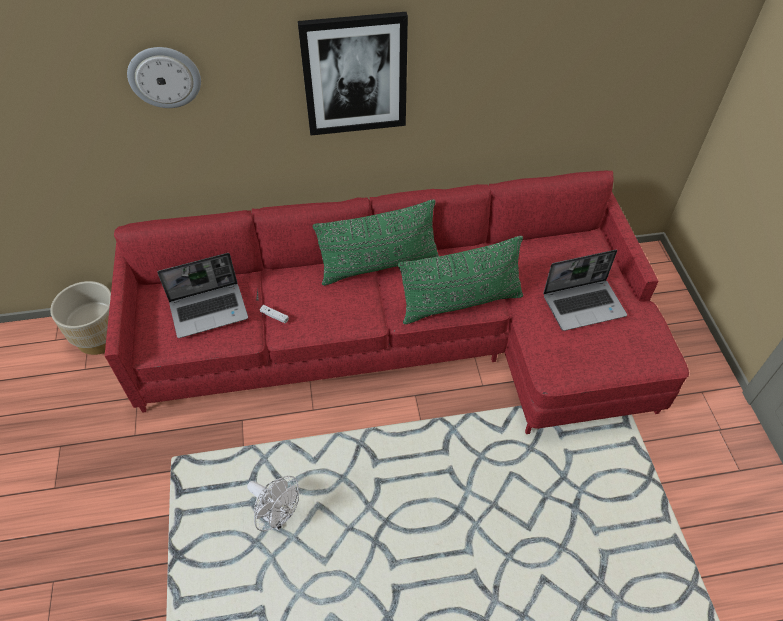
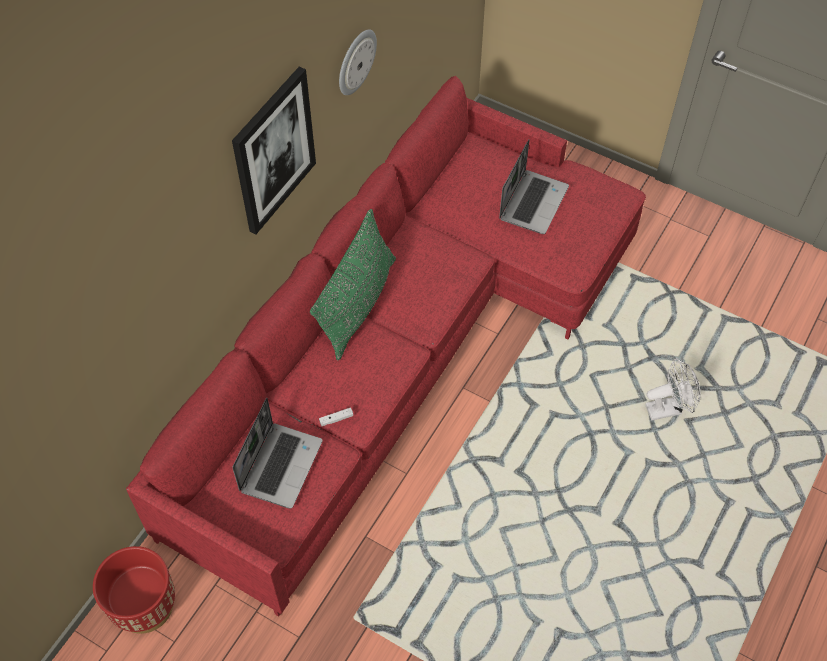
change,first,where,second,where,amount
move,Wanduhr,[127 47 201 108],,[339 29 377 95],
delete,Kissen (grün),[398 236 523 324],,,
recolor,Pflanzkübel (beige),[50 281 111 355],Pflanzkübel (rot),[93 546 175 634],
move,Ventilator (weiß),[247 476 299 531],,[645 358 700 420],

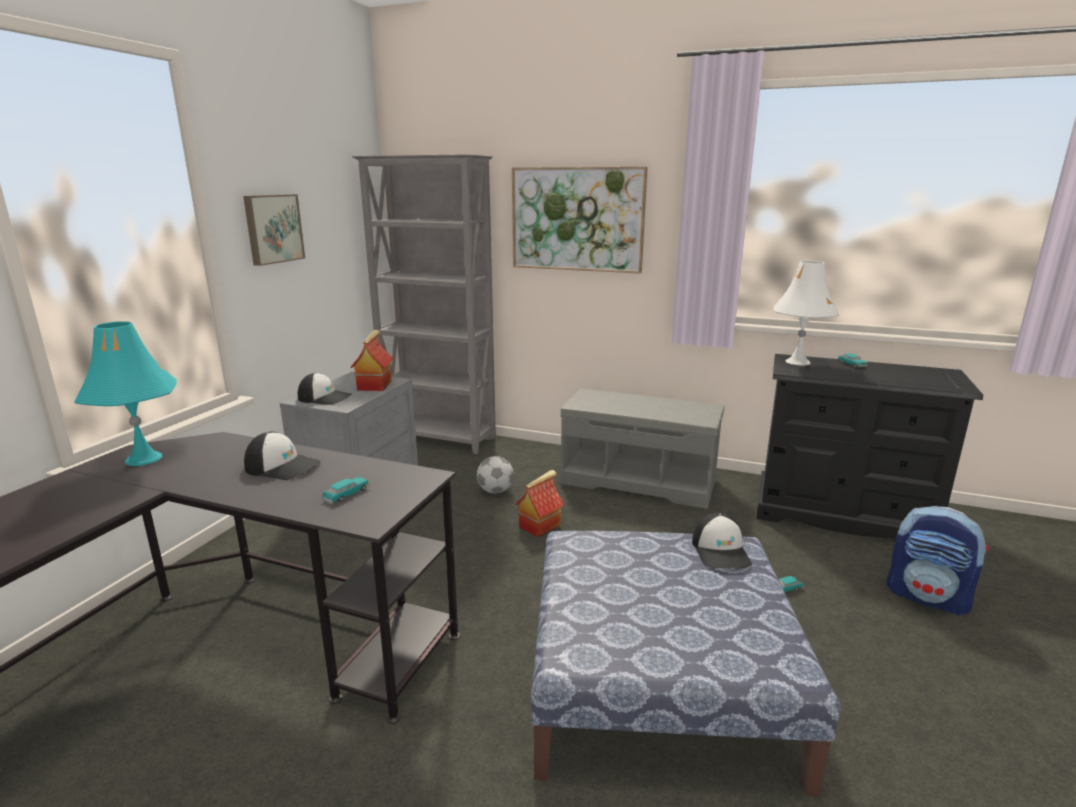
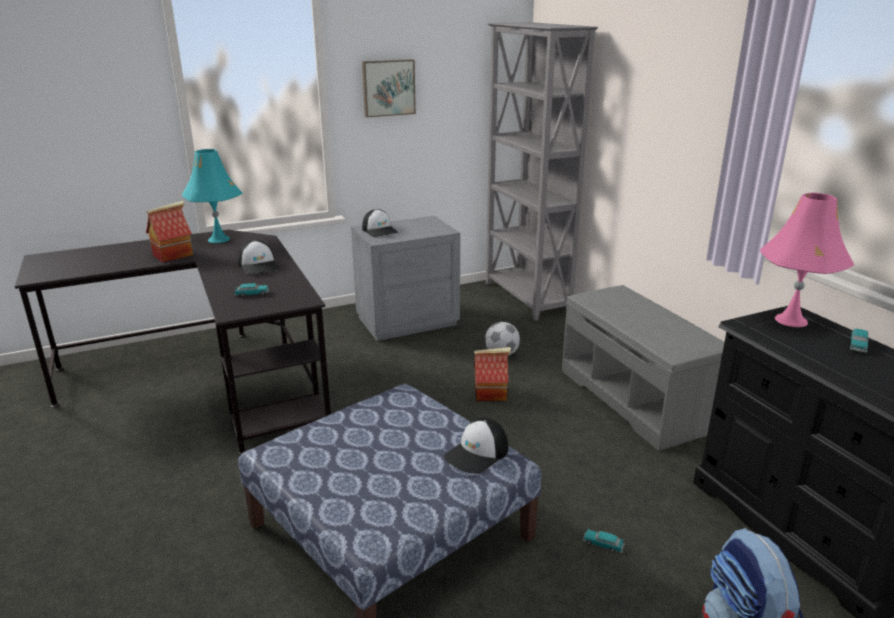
change,first,where,second,where,amount
delete,Bild,[512 167 647 274],,,
recolor,Tischlampe (weiß),[774 261 839 366],Tischlampe (rosa),[760 193 854 327],
move,Spielzeughaus,[350 329 394 391],,[146 201 193 263],

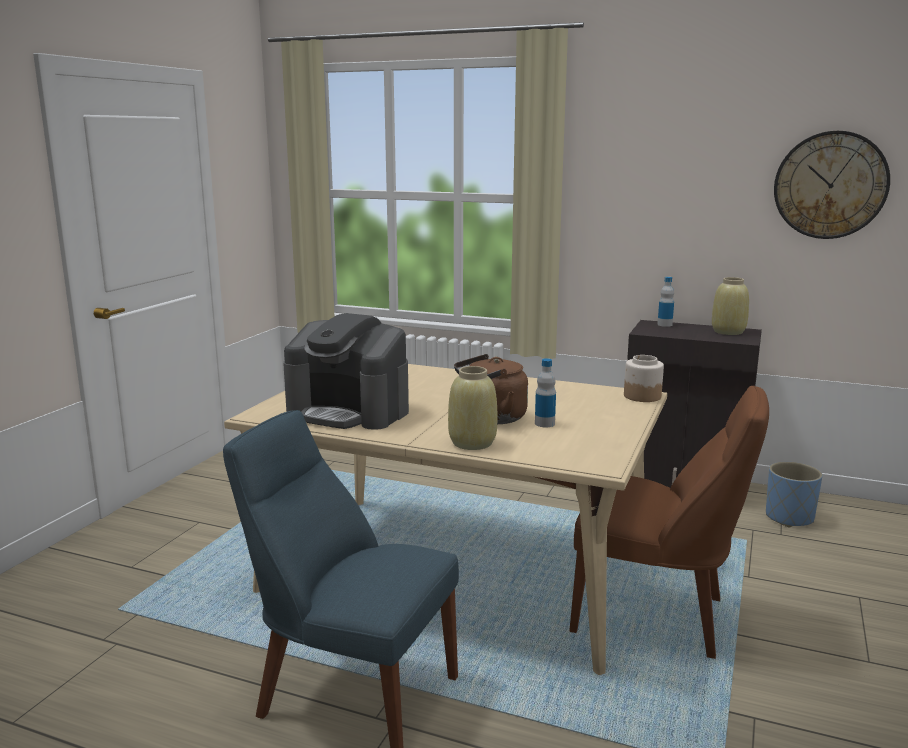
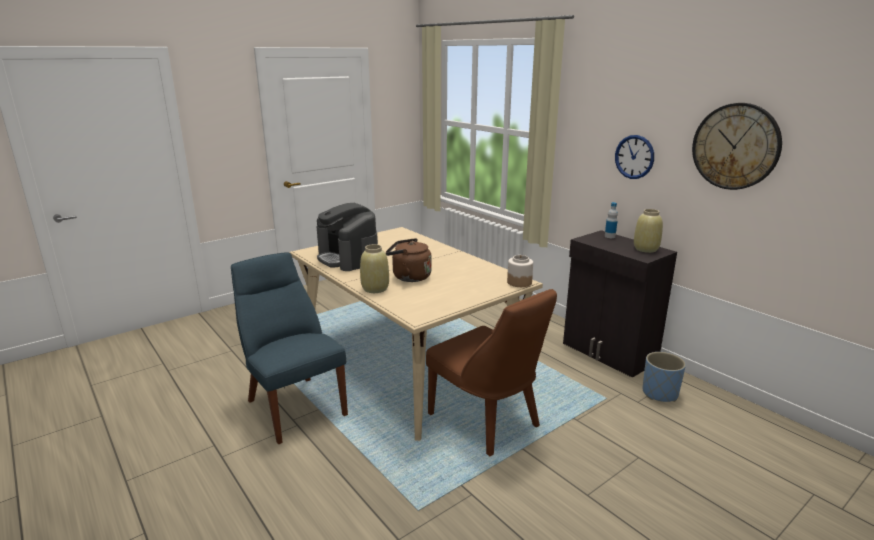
change,first,where,second,where,amount
delete,Flasche,[535 358 556 427],,,
insert,,,Wanduhr,[615 135 654 179],

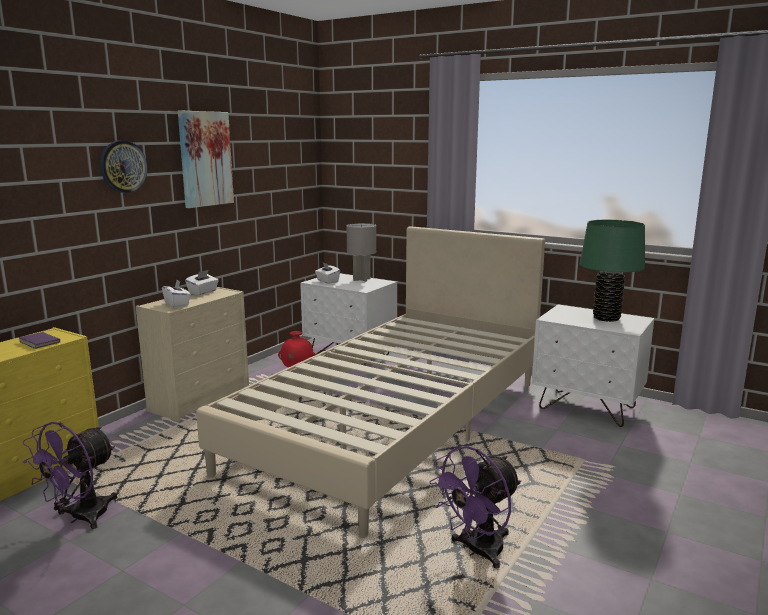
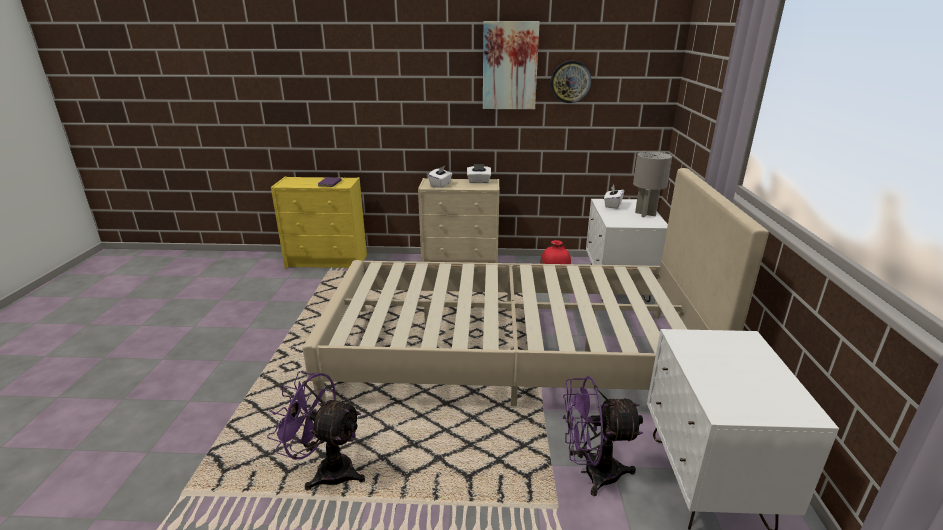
change,first,where,second,where,amount
move,Wanduhr,[100 140 147 193],,[550 61 591 103],
delete,Tischlampe (grün),[580 220 645 322],,,
move,Ventilator (lila),[22 422 117 529],,[563 376 643 496],

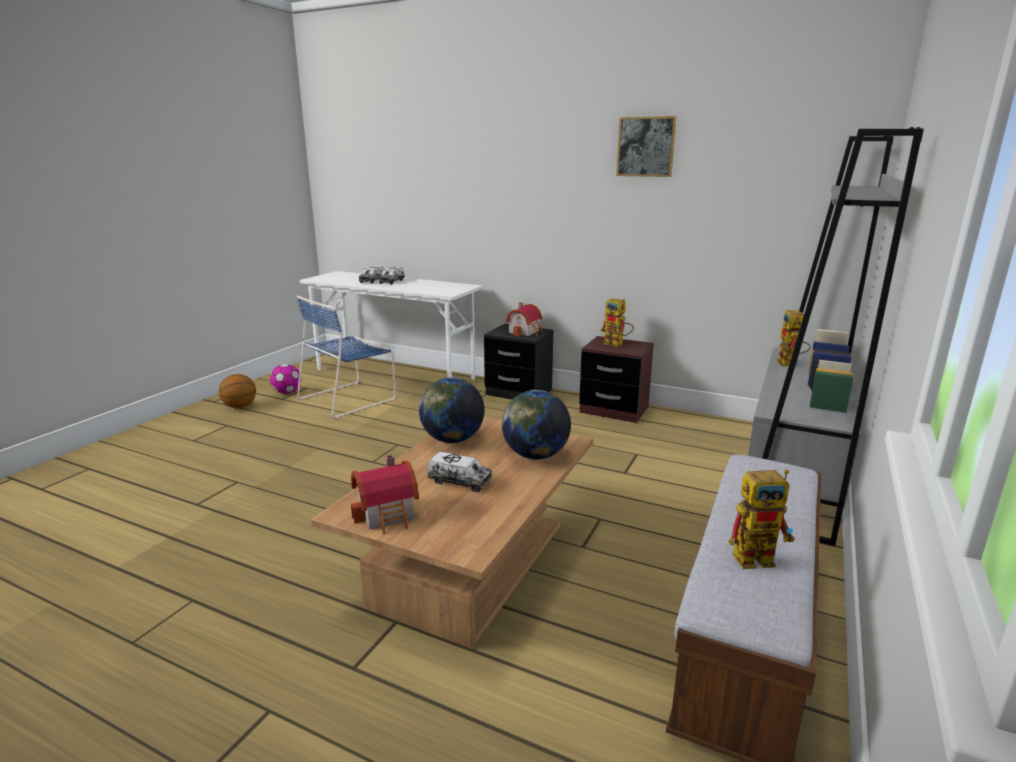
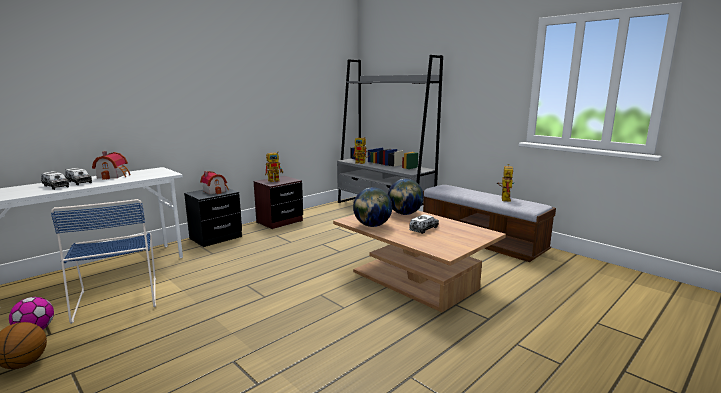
change,first,where,second,where,amount
delete,Bild,[616 116 677 177],,,
move,Spielzeughaus,[351 454 419 534],,[92 151 130 180],

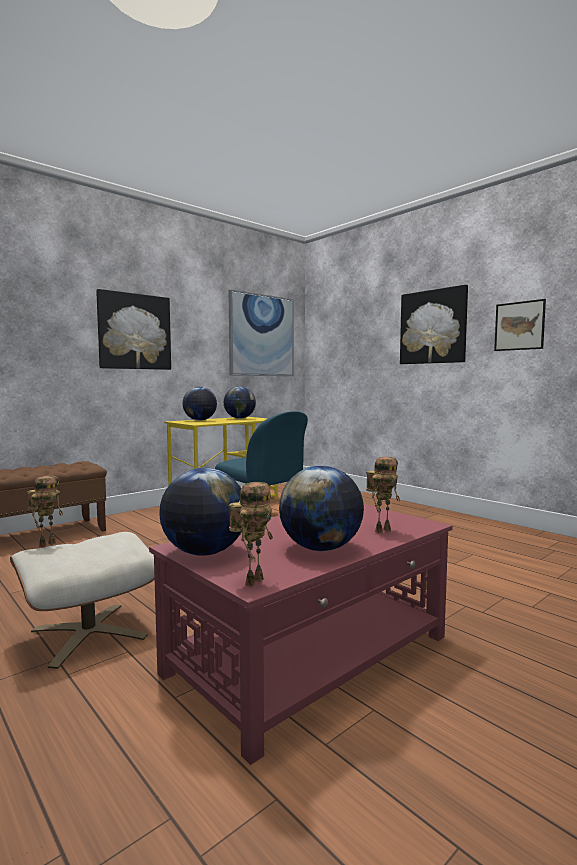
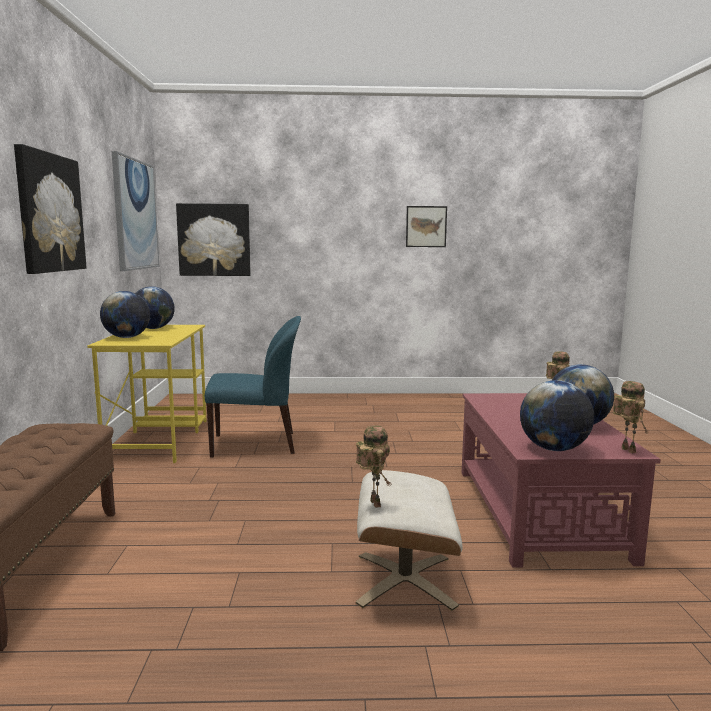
change,first,where,second,where,amount
move,Bild,[400 285 468 364],,[176 203 251 276],

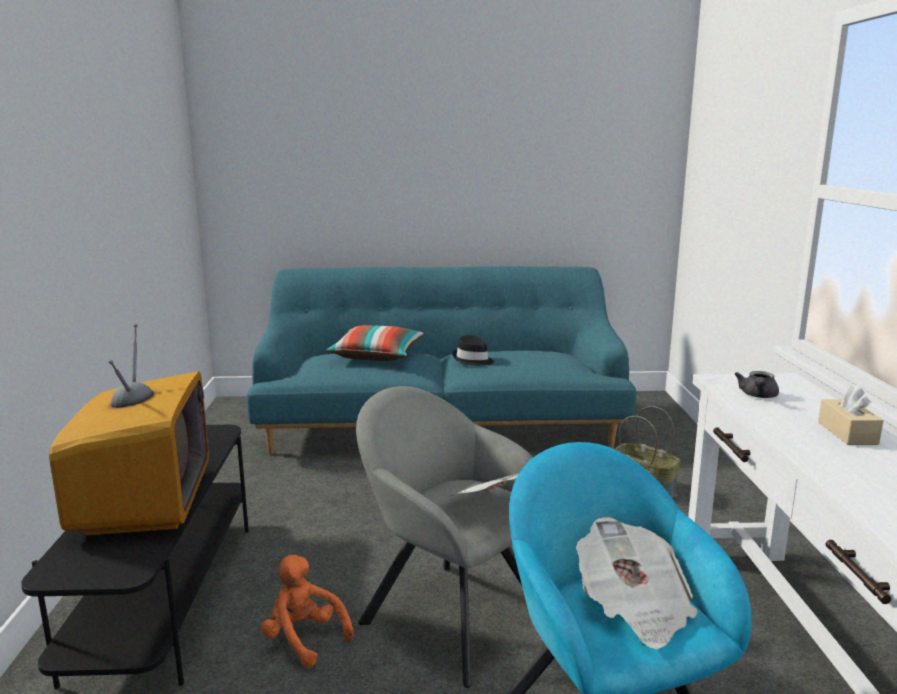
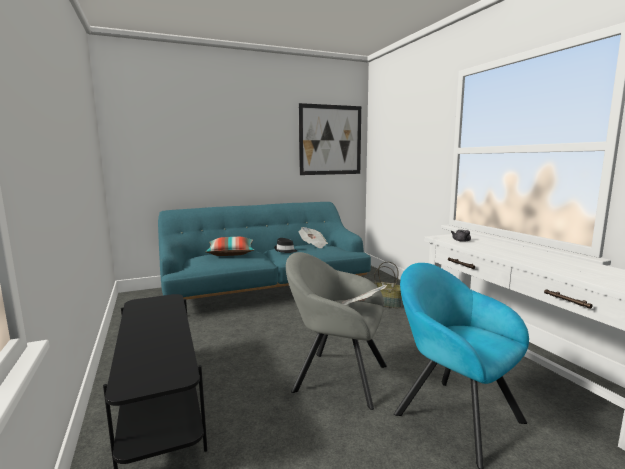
change,first,where,second,where,amount
delete,Fernseher,[49 324 209 536],,,
delete,Taschentuchbox (beige),[818 385 883 445],,,
move,Zeitung,[576 517 698 649],,[299 227 328 248],
delete,Plüschtier (orange),[261 555 354 668],,,
insert,,,Bild,[299 103 361 175],

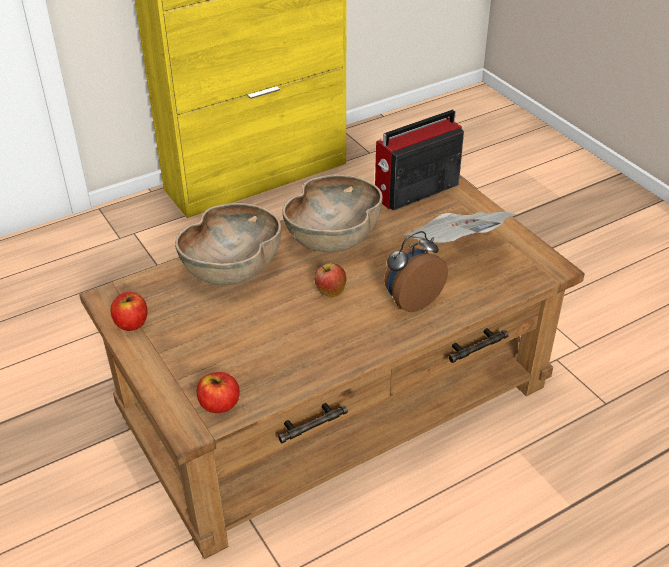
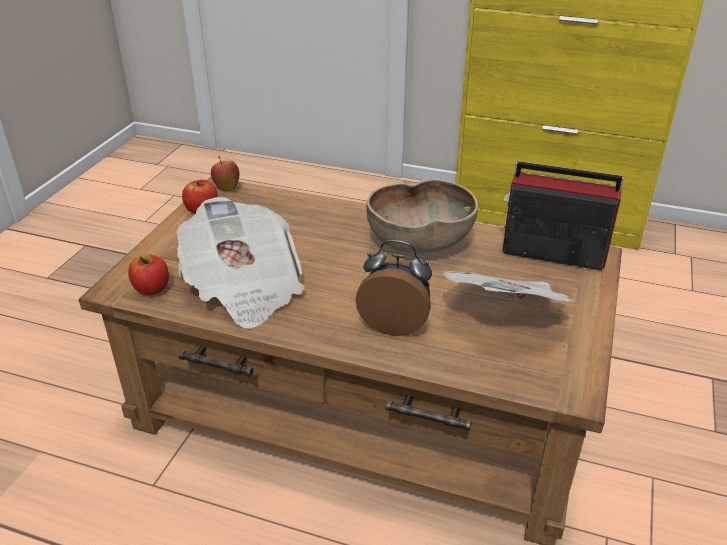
change,first,where,second,where,amount
delete,Schüssel (braun),[175 203 281 285],,,
move,Apfel,[314 263 347 297],,[211 156 239 191],
insert,,,Zeitung,[176 197 304 329],

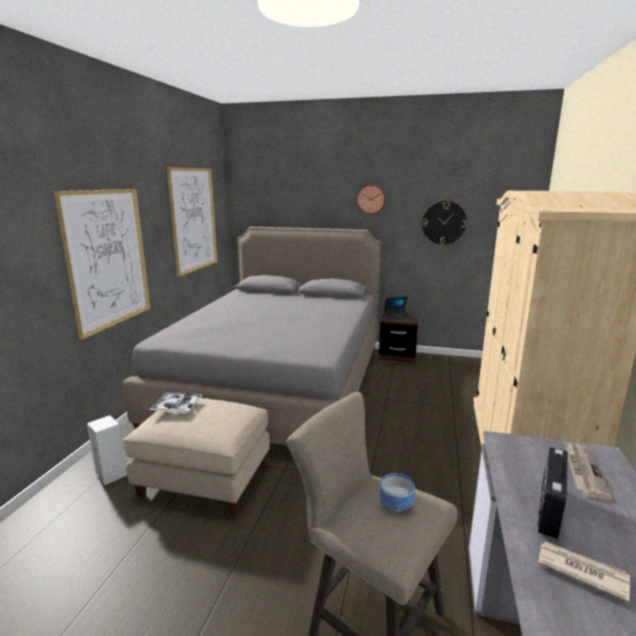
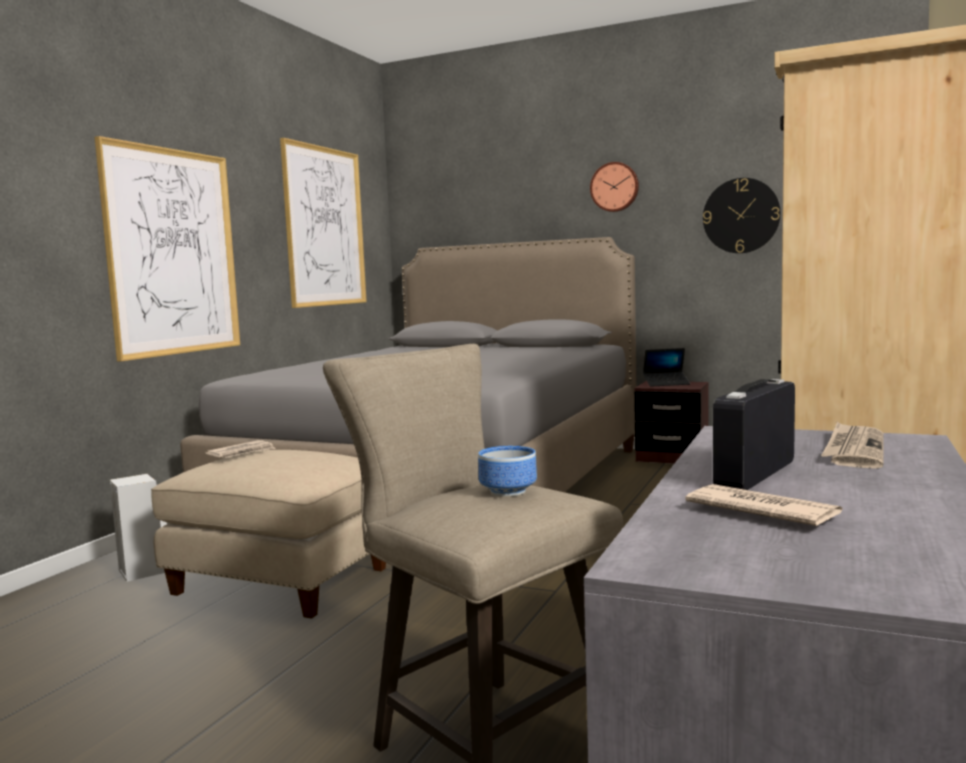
change,first,where,second,where,amount
replace,Tablett,[149 392 202 413],Zeitung,[205 440 276 458],

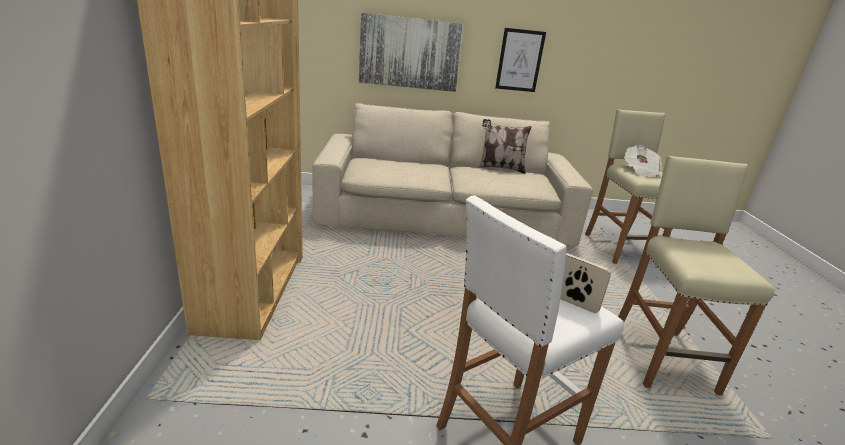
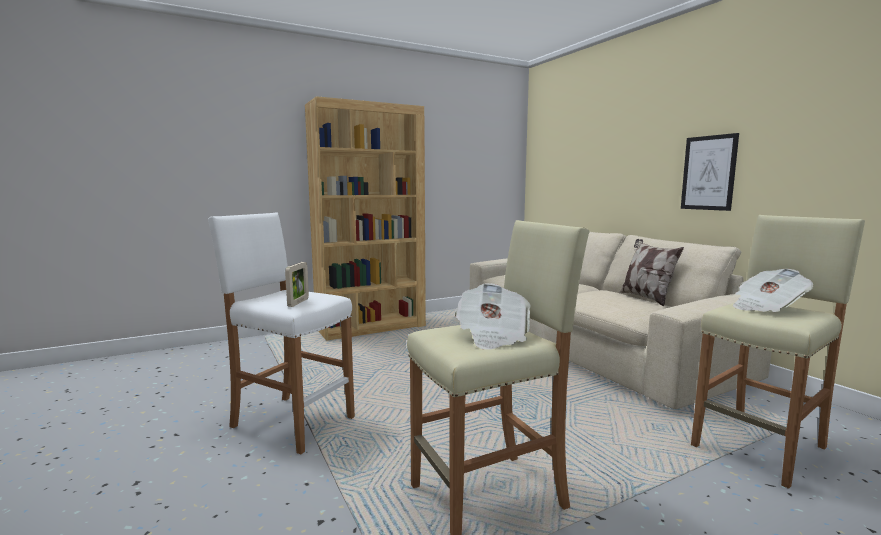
change,first,where,second,where,amount
delete,Bild,[359 13 464 92],,,
insert,,,Zeitung,[454 283 530 349],

